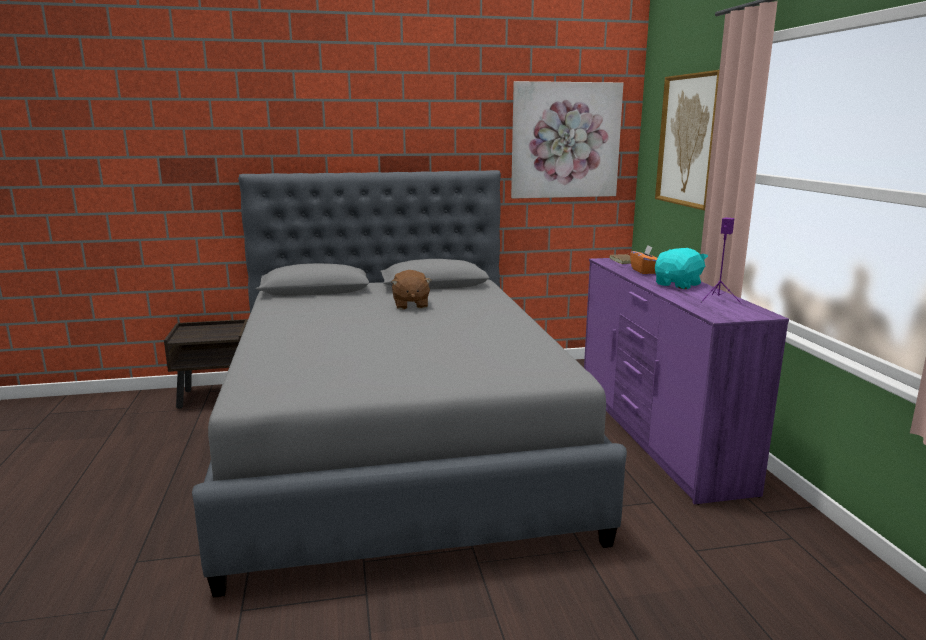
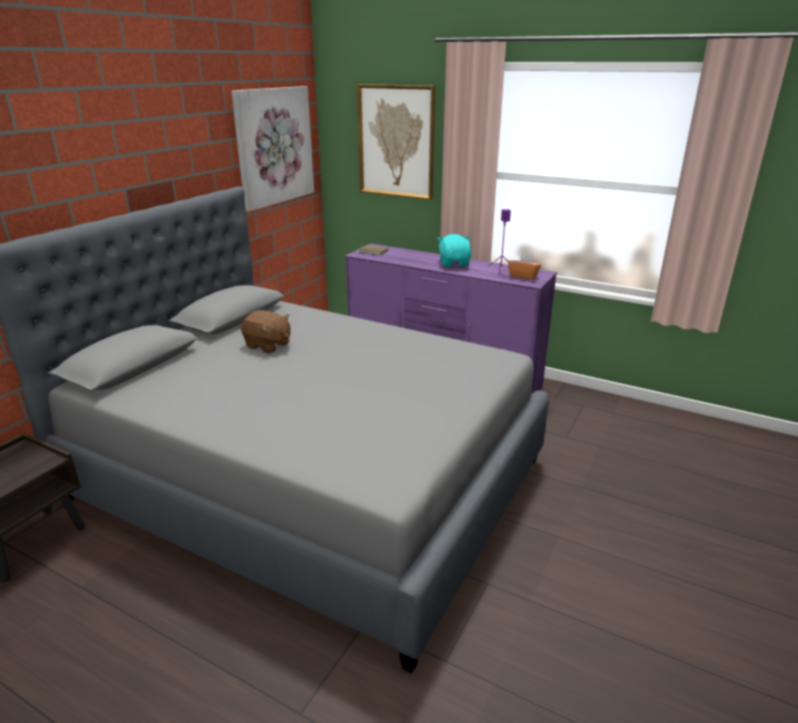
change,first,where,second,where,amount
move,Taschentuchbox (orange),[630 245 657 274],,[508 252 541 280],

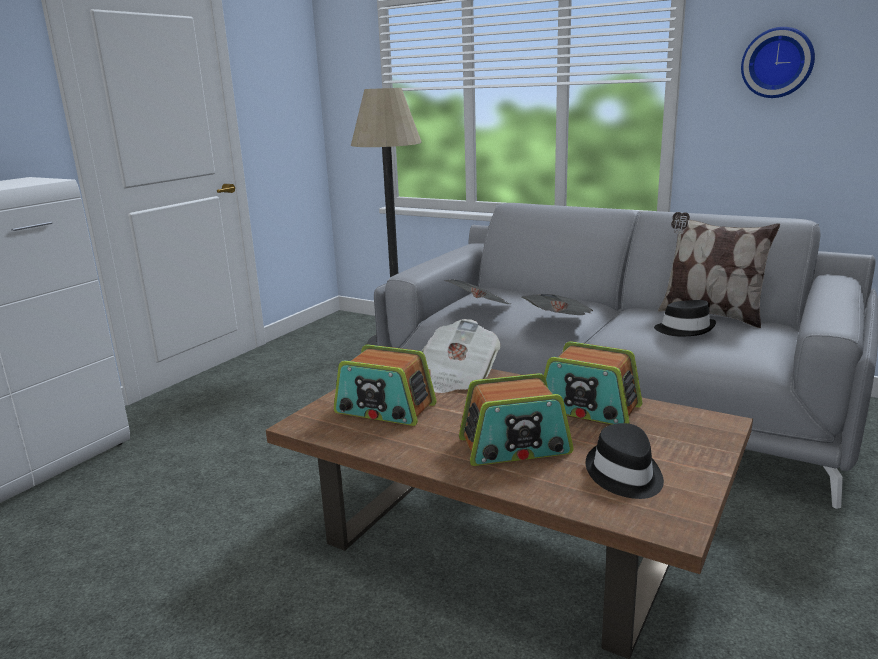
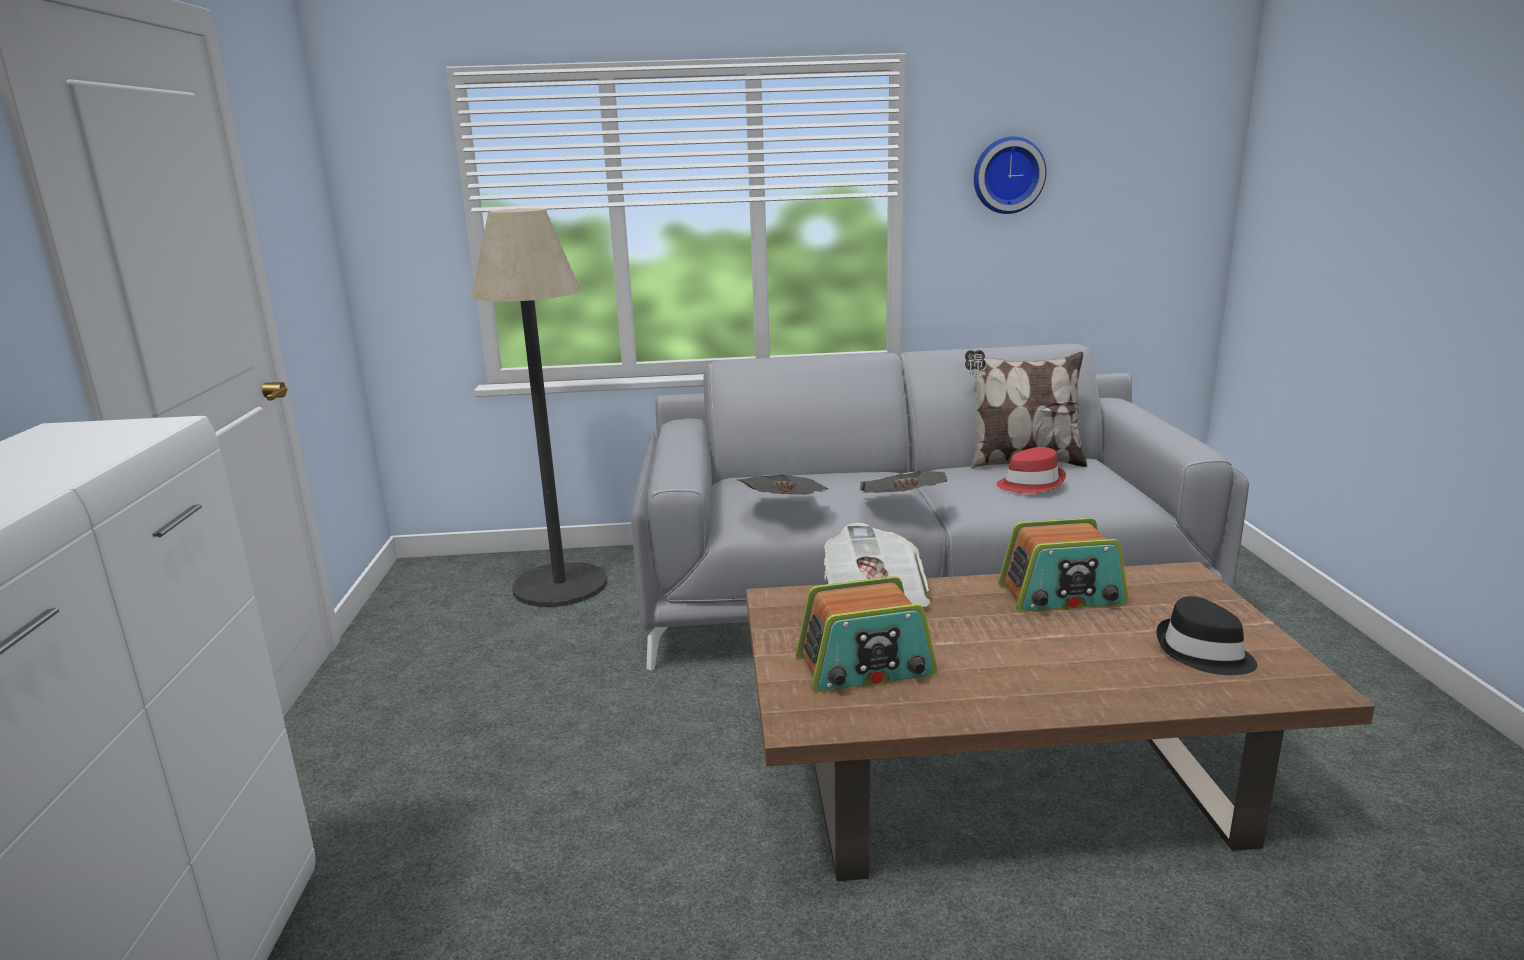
change,first,where,second,where,amount
recolor,Hut (schwarz),[654 300 716 336],Hut (rot),[997 447 1066 493],
delete,Radio,[459 373 573 466],,,

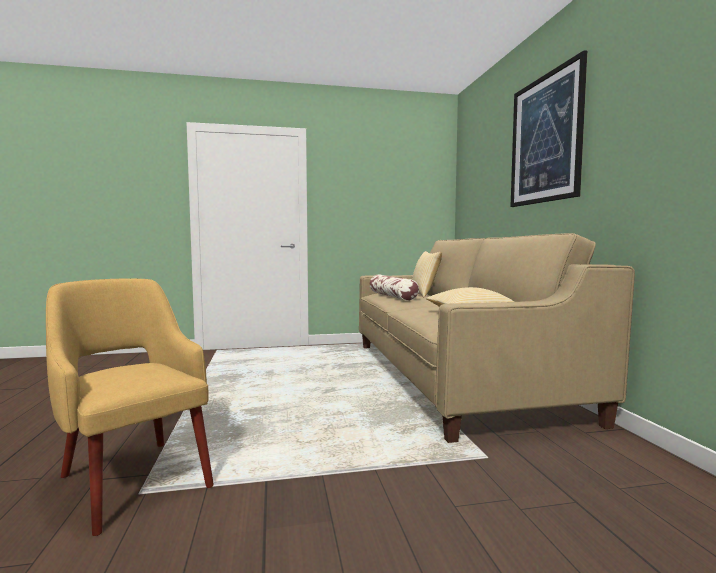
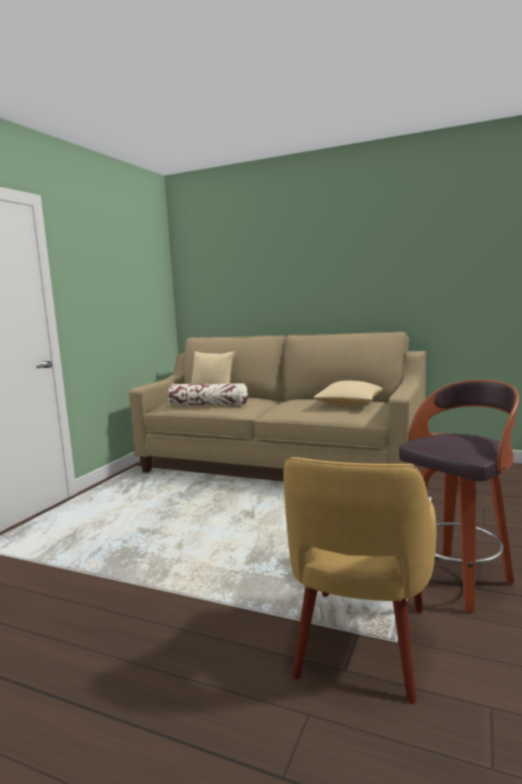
change,first,where,second,where,amount
delete,Bild,[510 50 587 207],,,
rotate,Sessel (gelb),[46 279 214 536],,[284 457 437 704],60 degrees counterclockwise
insert,,,Hocker,[399 380 519 613],

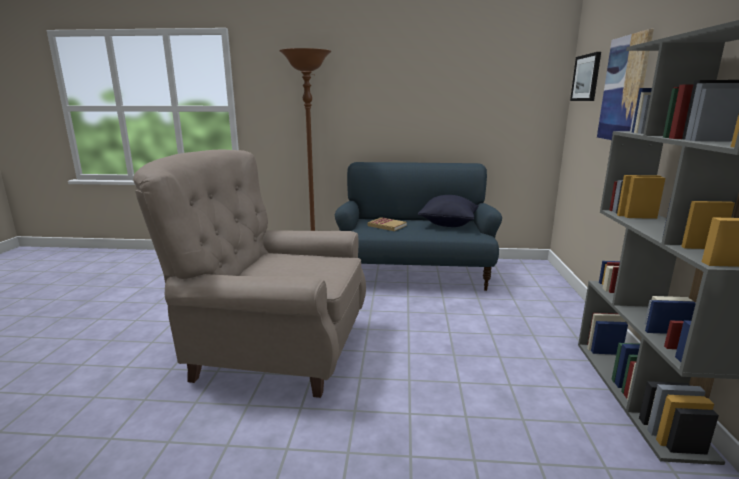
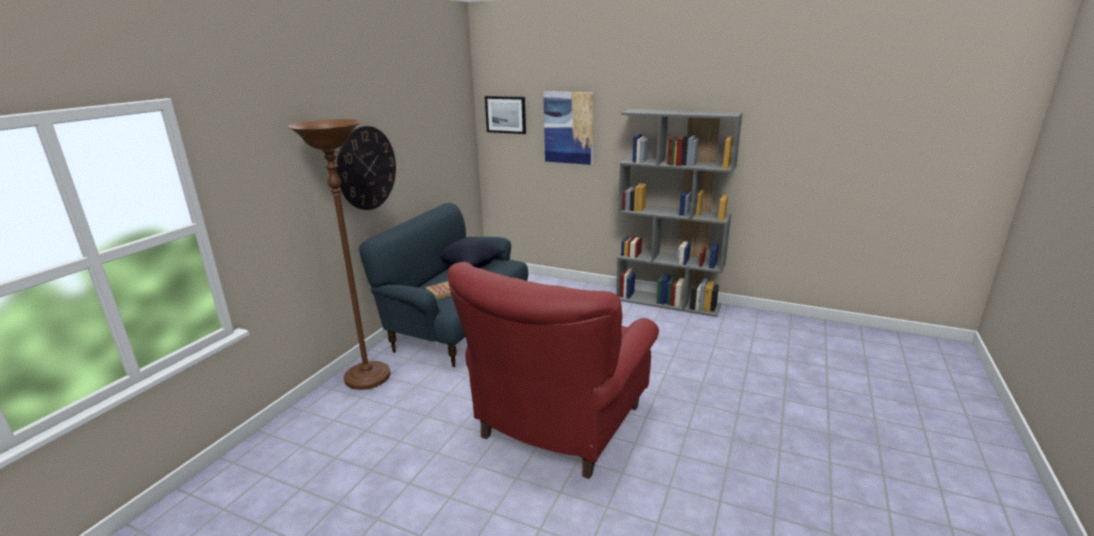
change,first,where,second,where,amount
recolor,Sessel (beige),[133 149 366 398],Sessel (rot),[448 262 659 479],
insert,,,Wanduhr,[337 126 396 210],

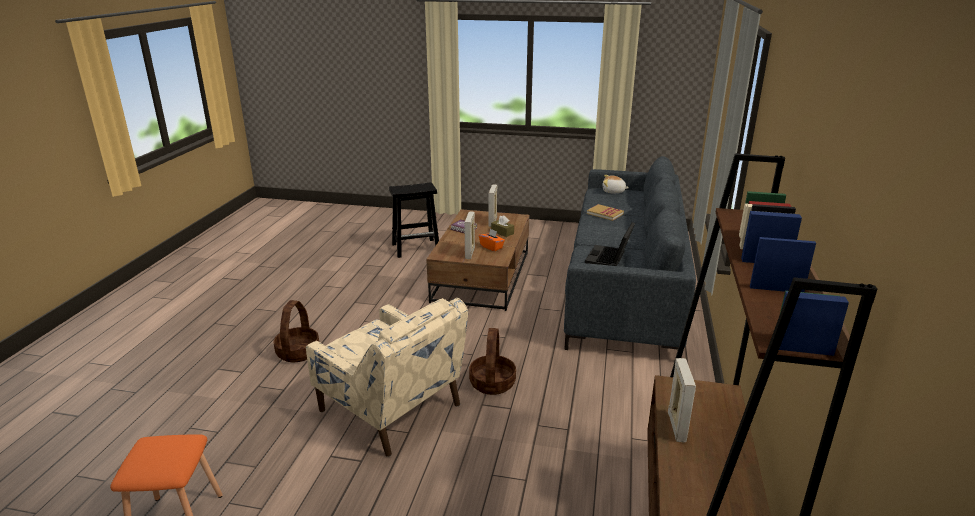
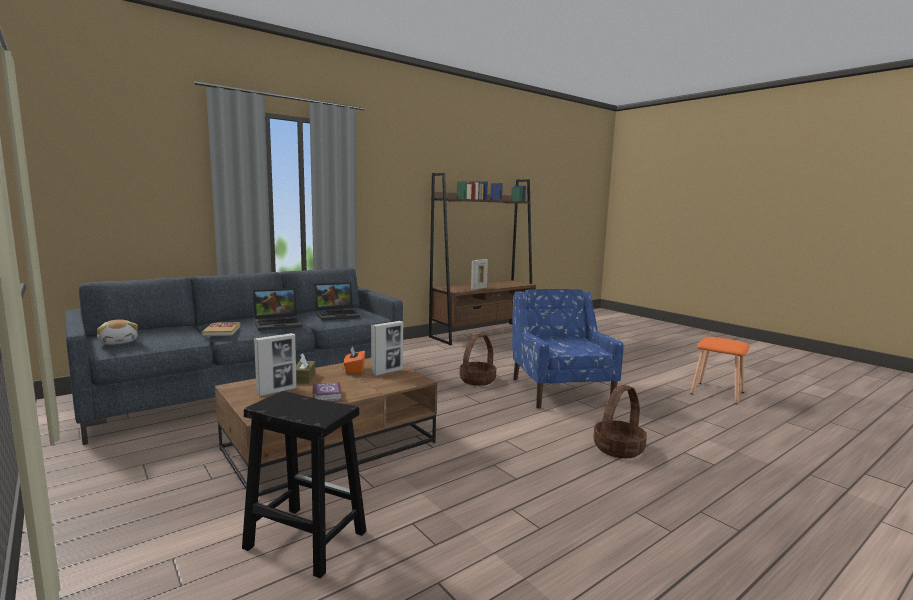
change,first,where,second,where,amount
recolor,Sessel (beige),[306 298 468 457],Sessel (blau),[512 289 624 409],
insert,,,Laptop,[253 288 302 331],

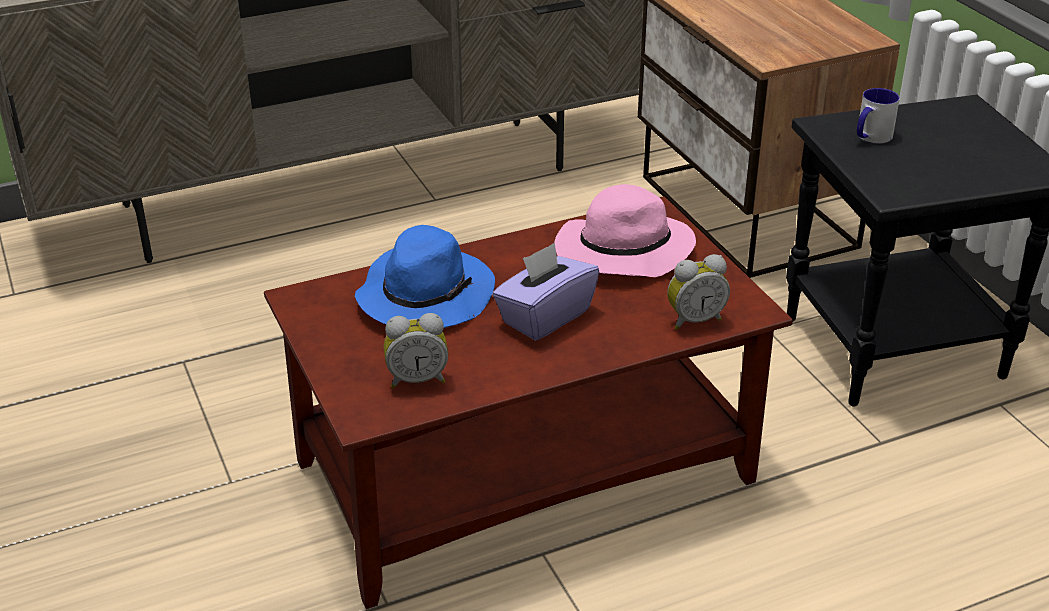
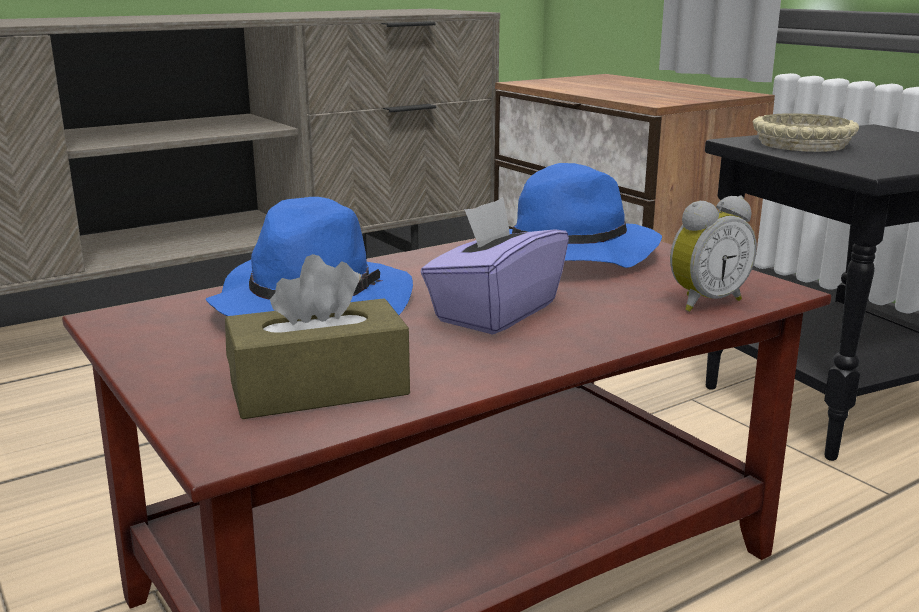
change,first,where,second,where,amount
replace,Henkelbecher,[857 88 900 143],Schüssel (beige),[753 113 859 152],
recolor,Hut (rosa),[554 184 696 277],Hut (blau),[509 163 662 268],
replace,Wecker,[384 313 448 388],Taschentuchbox (braun),[225 254 410 419],

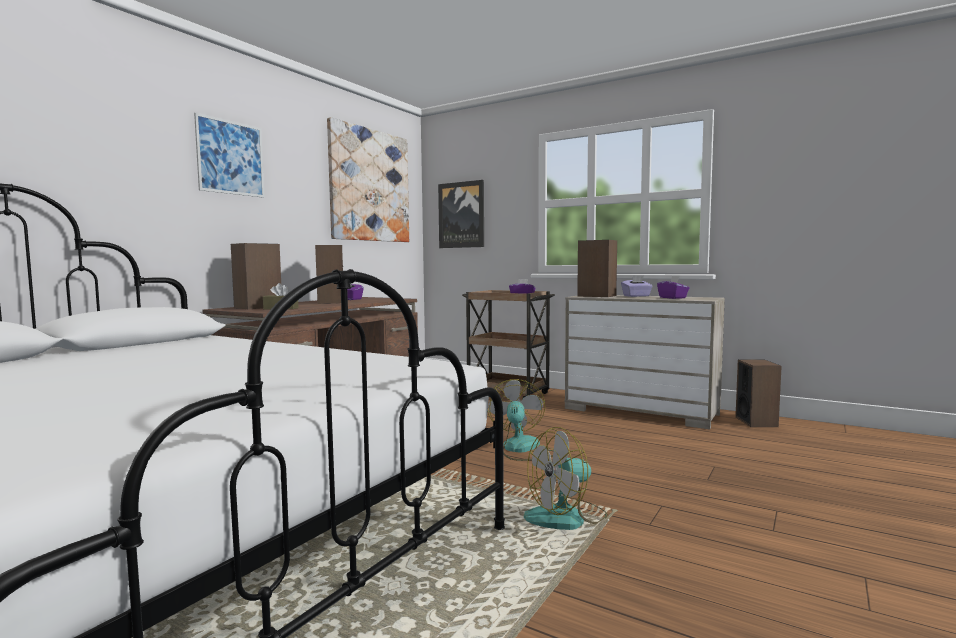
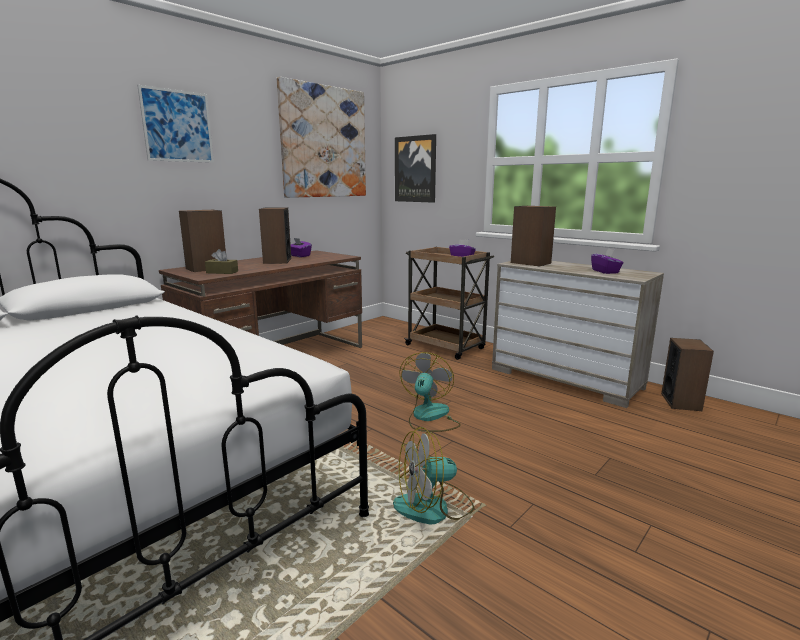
change,first,where,second,where,amount
delete,Taschentuchbox (lila),[621 275 653 297],,,

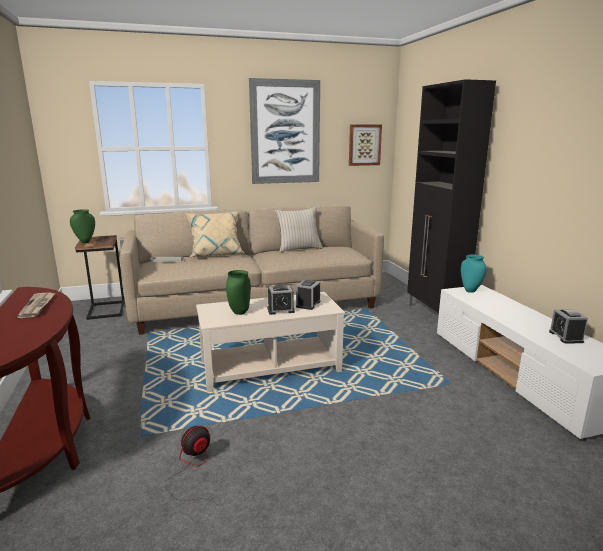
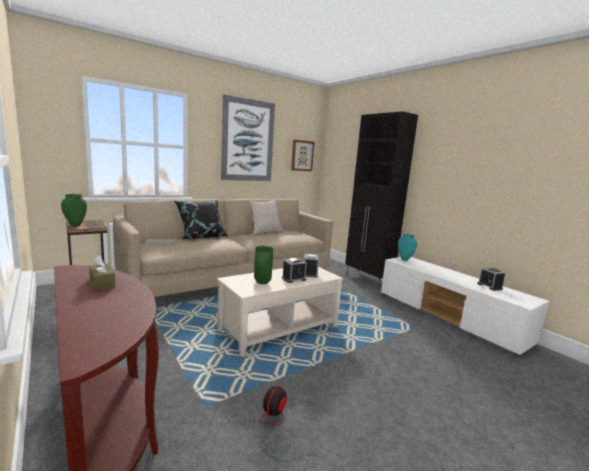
change,first,where,second,where,amount
recolor,Kissen (beige),[186 211 245 257],Kissen (schwarz),[174 201 229 239],
replace,Zeitung,[17 292 55 318],Taschentuchbox (braun),[89 255 115 291],

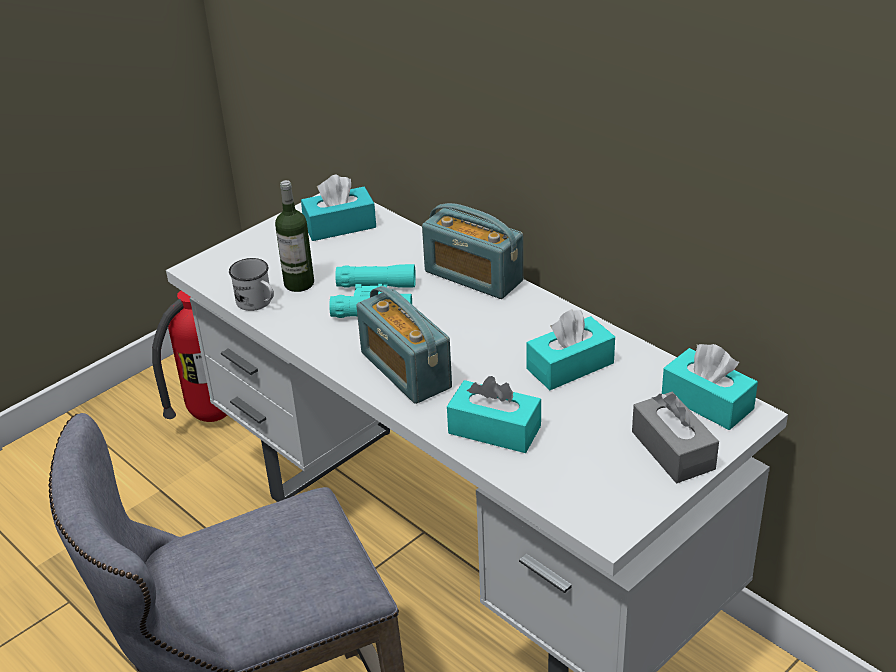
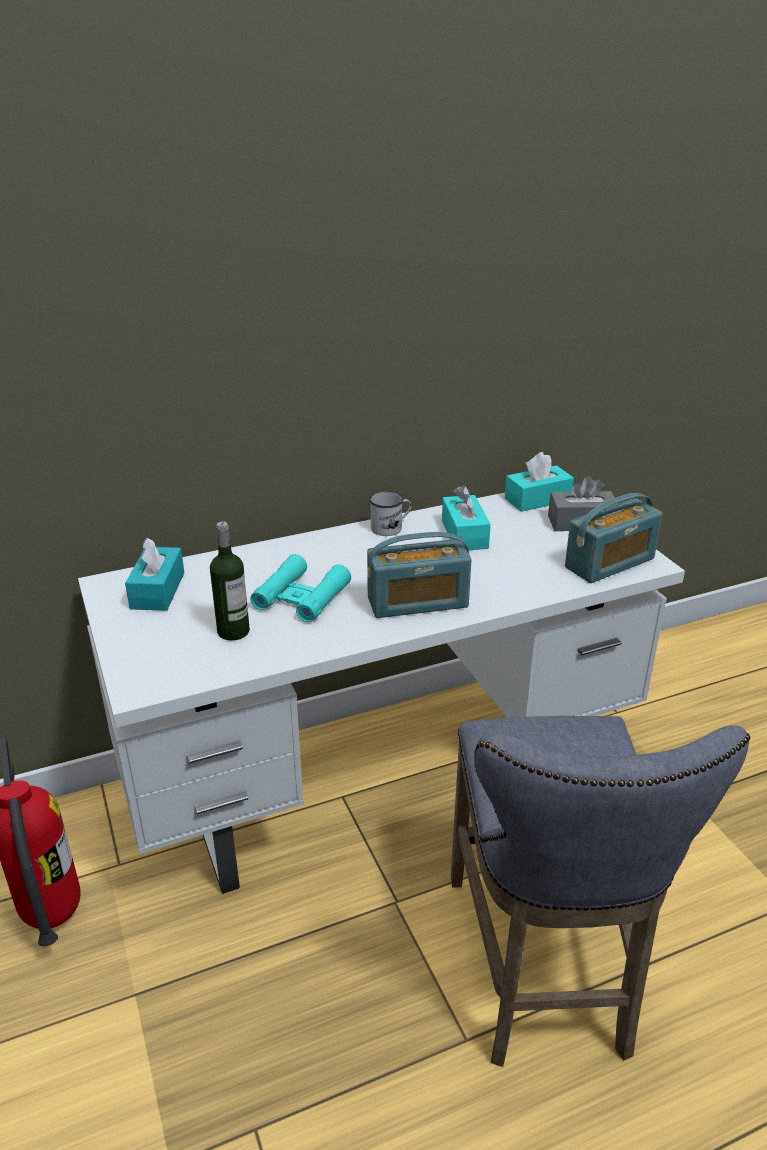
change,first,where,second,where,amount
move,Radio,[422 203 523 299],,[565 493 662 583],
move,Henkelbecher (weiß),[229 258 274 311],,[369 491 412 536],
delete,Taschentuchbox (türkis),[447 376 541 453],,,

